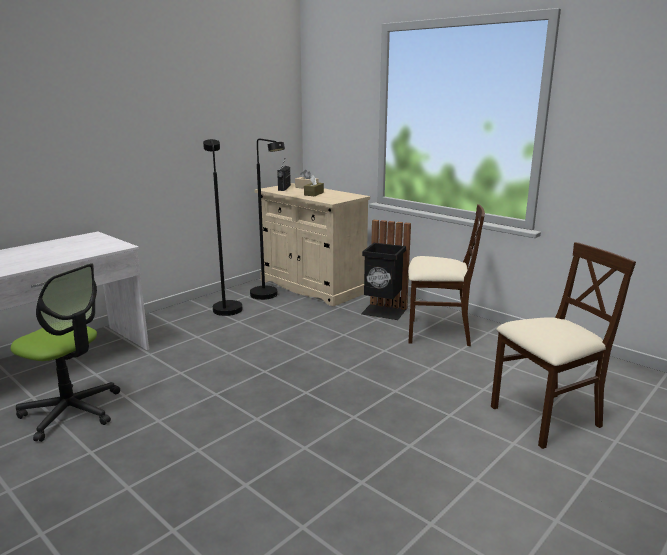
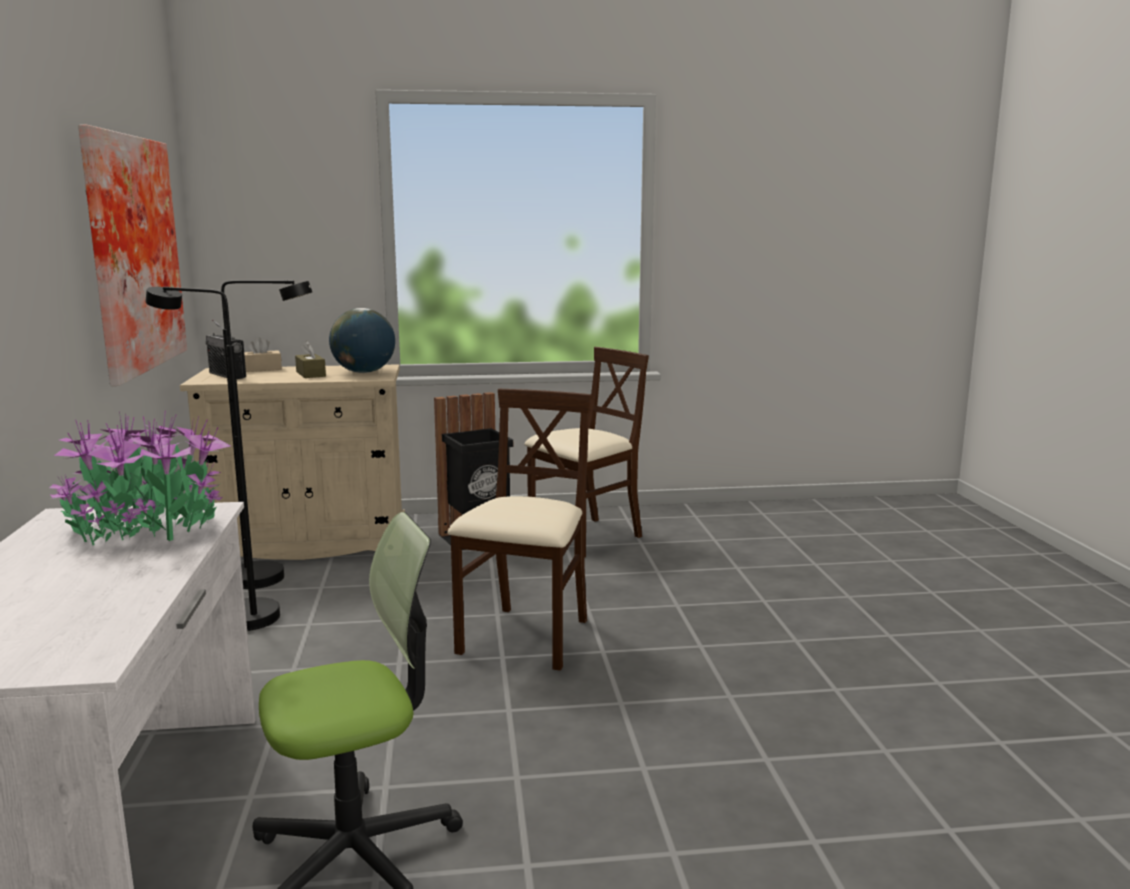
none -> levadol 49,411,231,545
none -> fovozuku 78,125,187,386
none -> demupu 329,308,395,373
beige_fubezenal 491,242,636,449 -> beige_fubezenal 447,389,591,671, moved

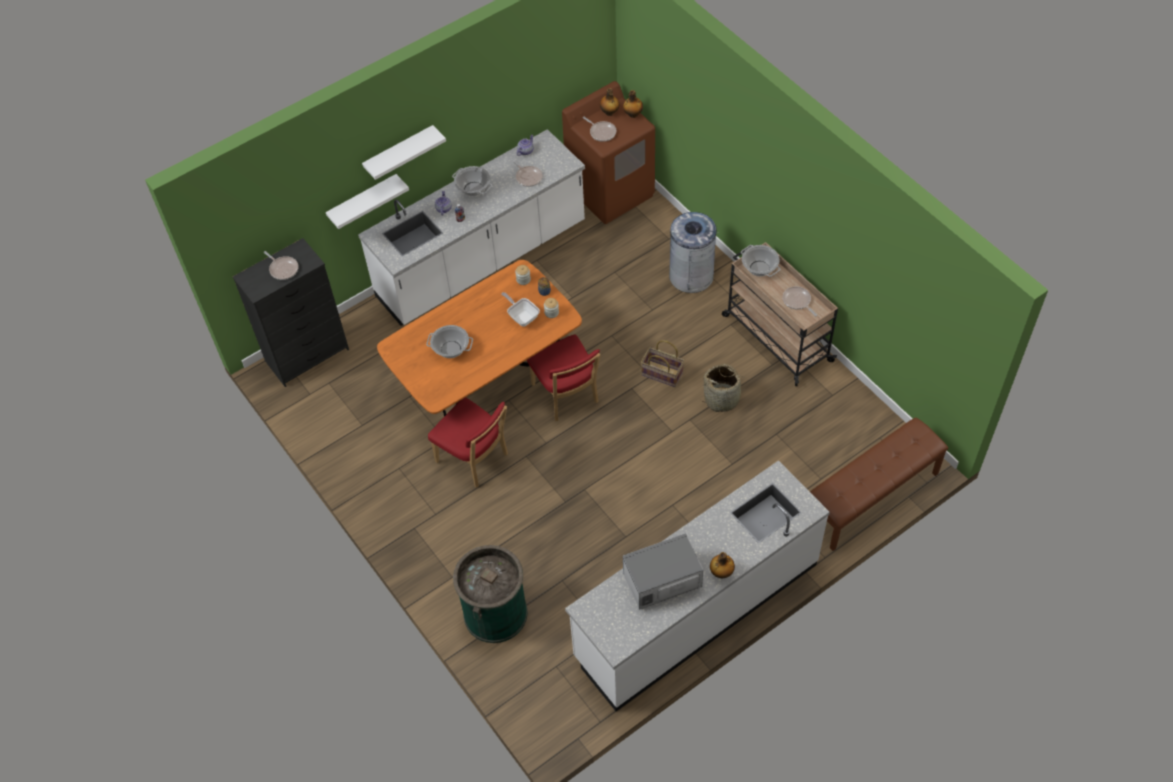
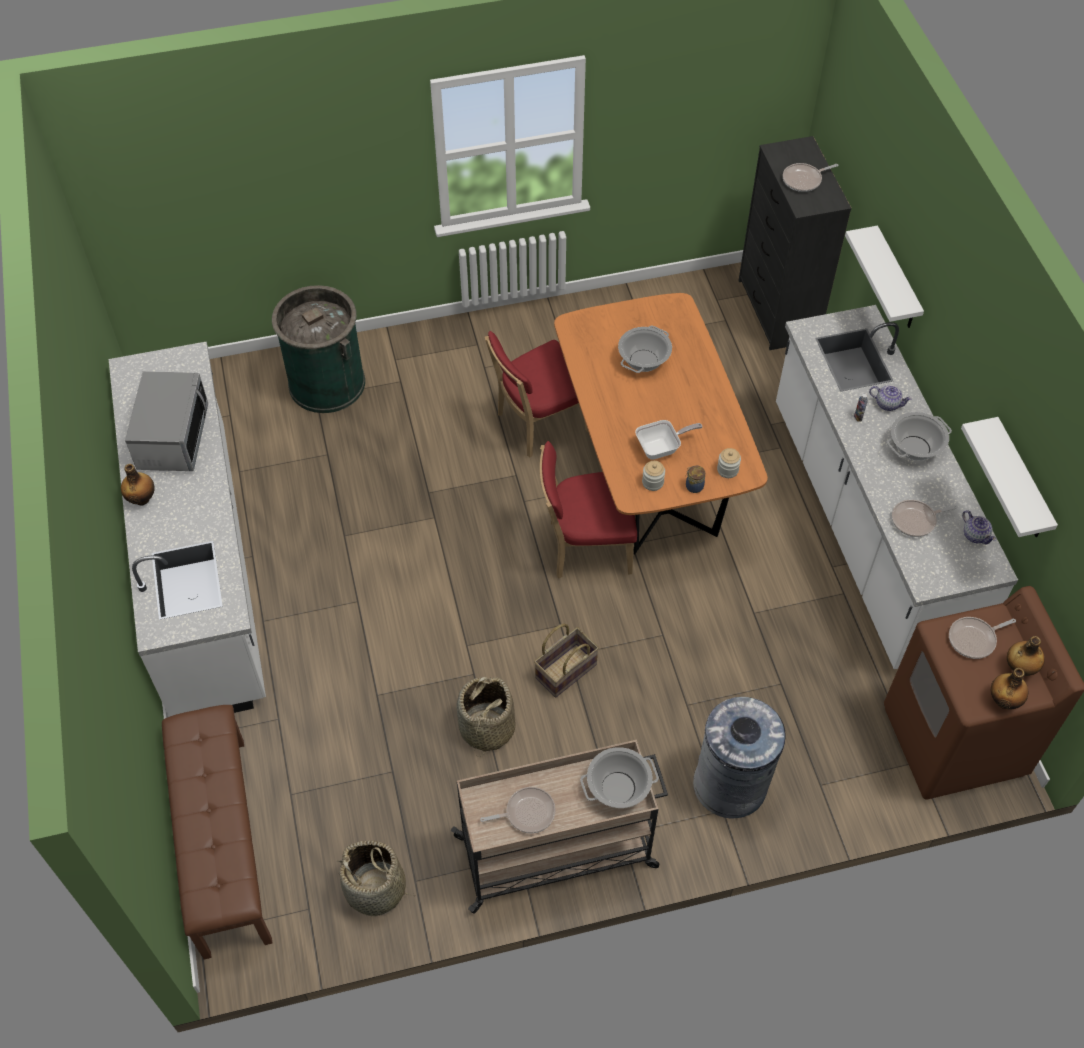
none -> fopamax 337,840,416,917
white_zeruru 362,125,446,180 -> white_zeruru 961,417,1058,537, moved

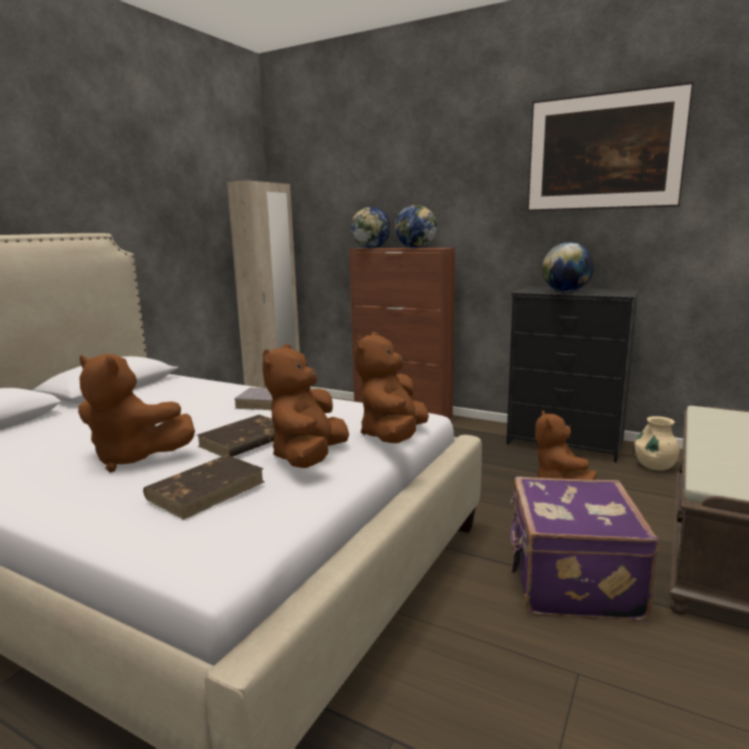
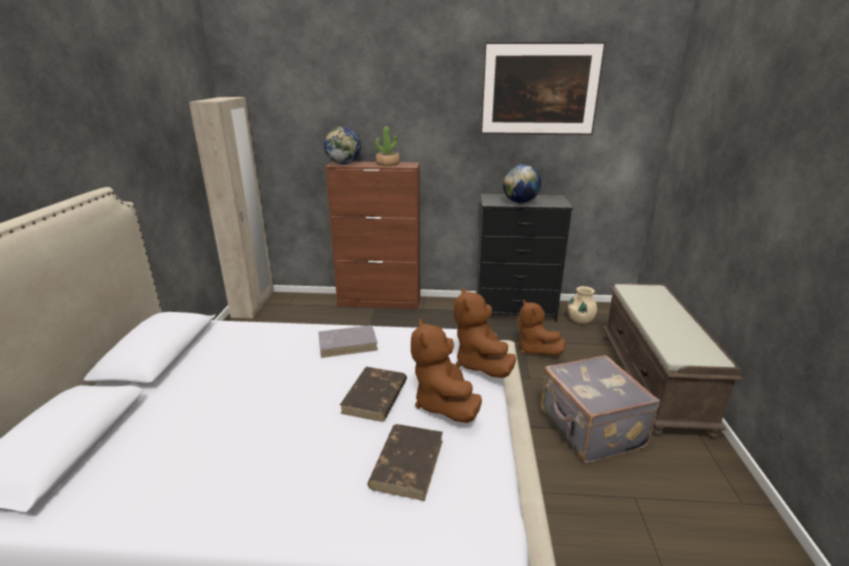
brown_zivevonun 78,354,195,472 -> none
demupu 395,205,437,248 -> levadol 375,126,400,166
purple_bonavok 510,477,659,621 -> grey_bonavok 541,355,660,463

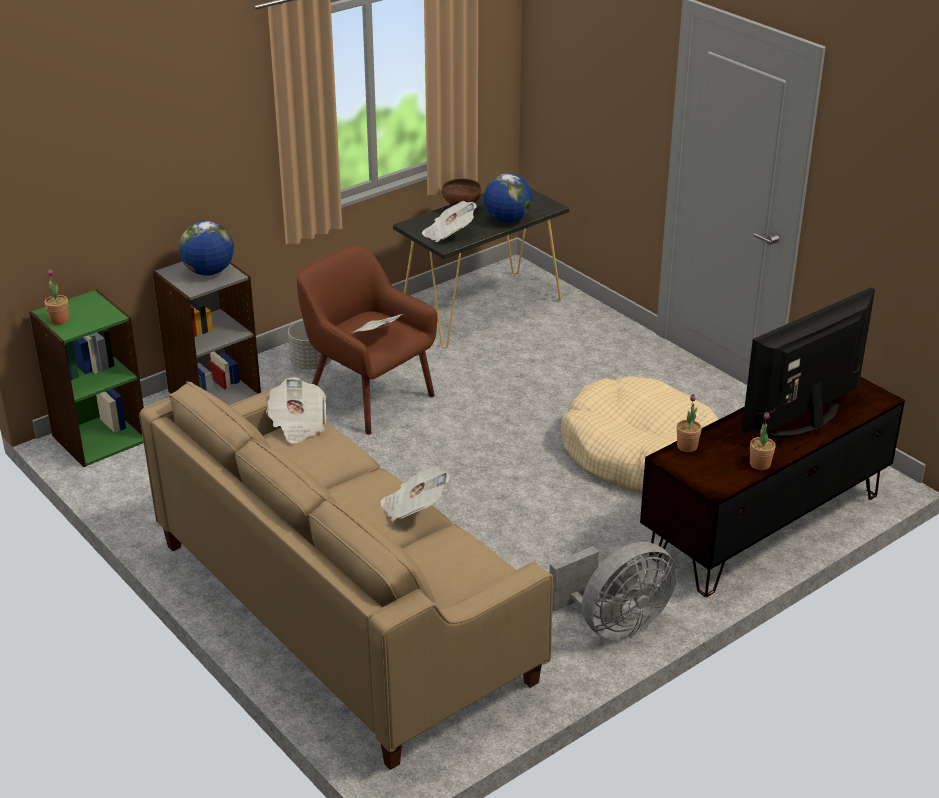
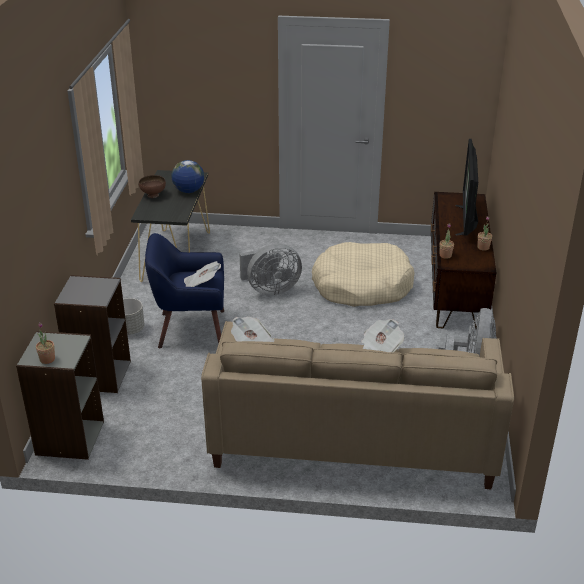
demupu 179,221,234,276 -> none
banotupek 422,201,477,242 -> none
none -> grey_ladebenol 240,244,302,296
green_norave 29,289,144,467 -> grey_norave 16,331,104,460
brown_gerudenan 297,245,437,435 -> blue_gerudenan 145,233,224,348

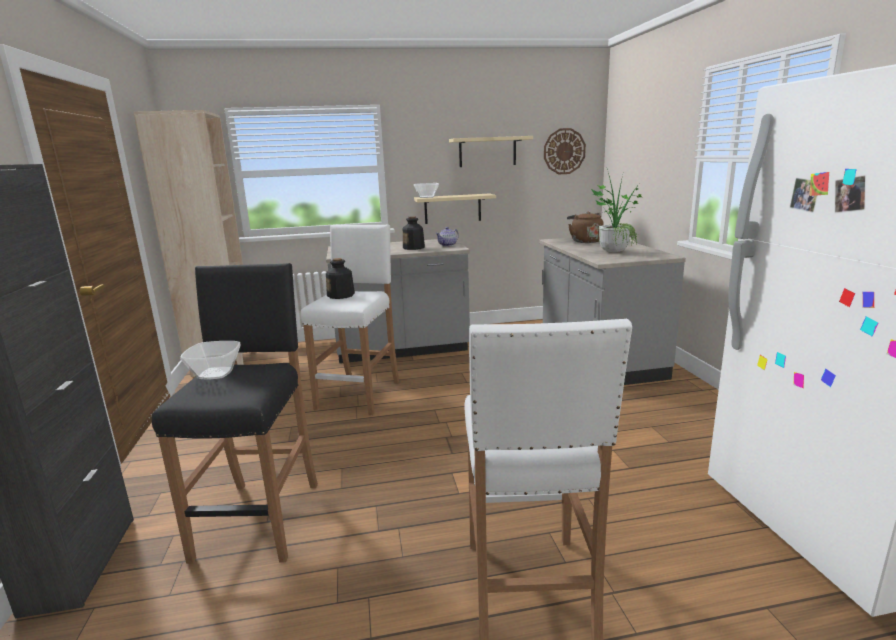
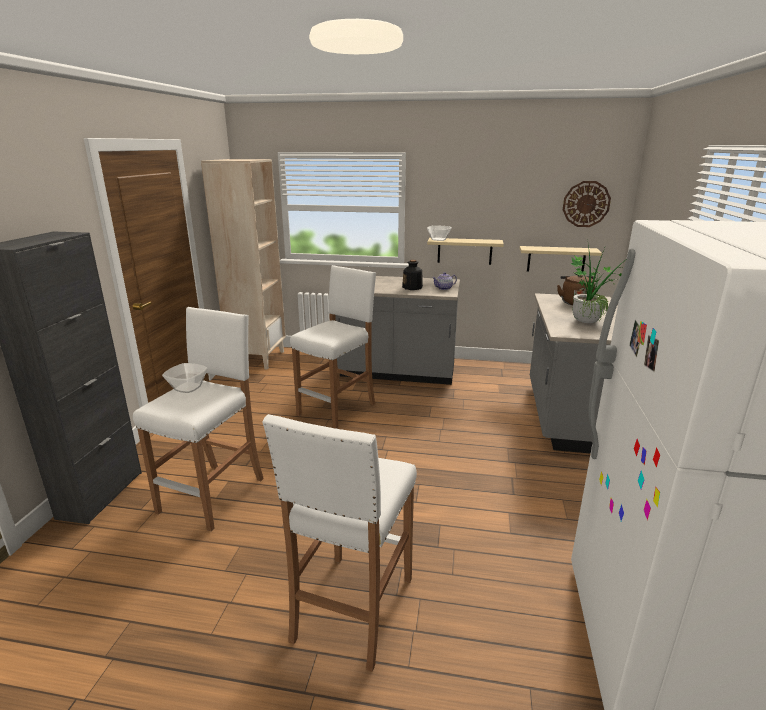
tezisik 326,258,355,299 -> none
beige_zeruru 449,136,533,167 -> beige_zeruru 520,246,602,271, moved
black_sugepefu 152,263,318,564 -> white_sugepefu 133,307,264,532

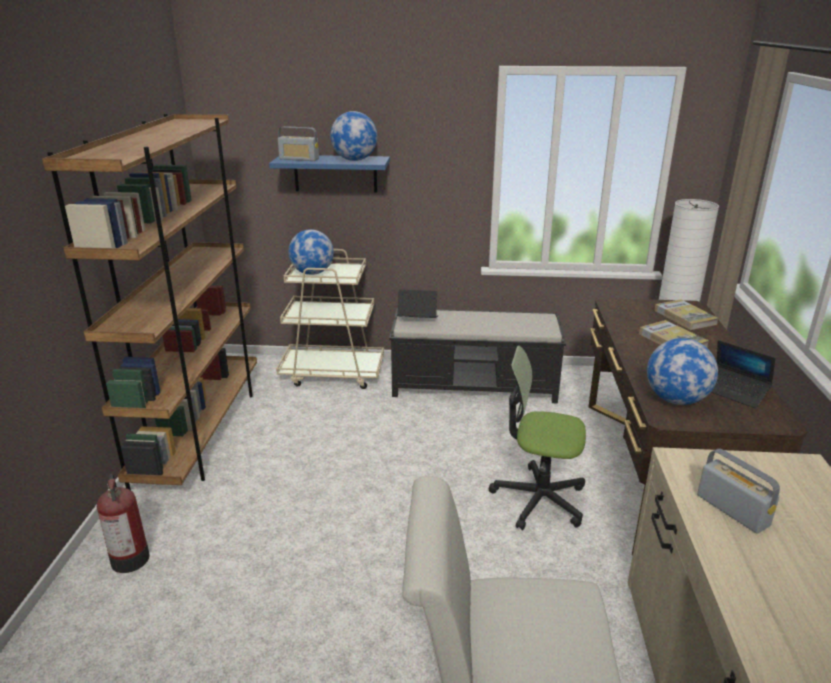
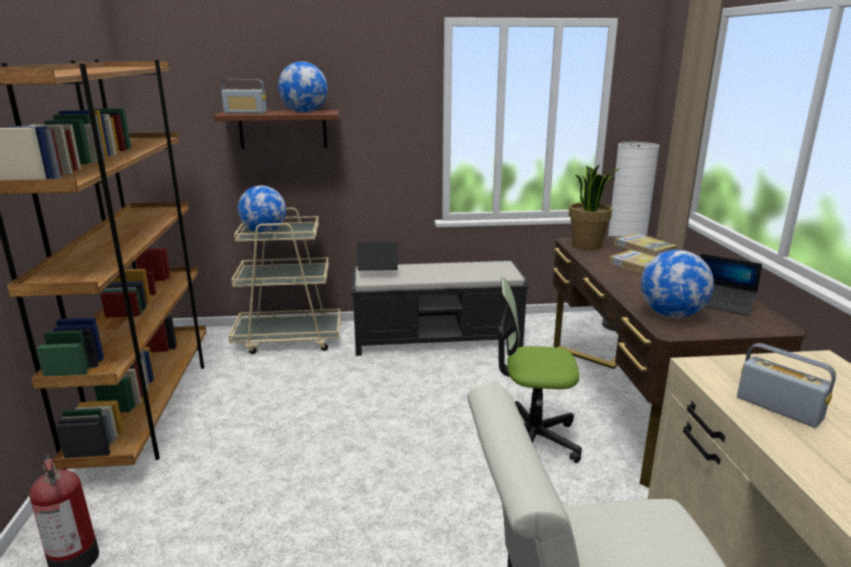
none -> levadol 569,164,619,250
blue_zeruru 269,155,390,193 -> brown_zeruru 214,110,339,149

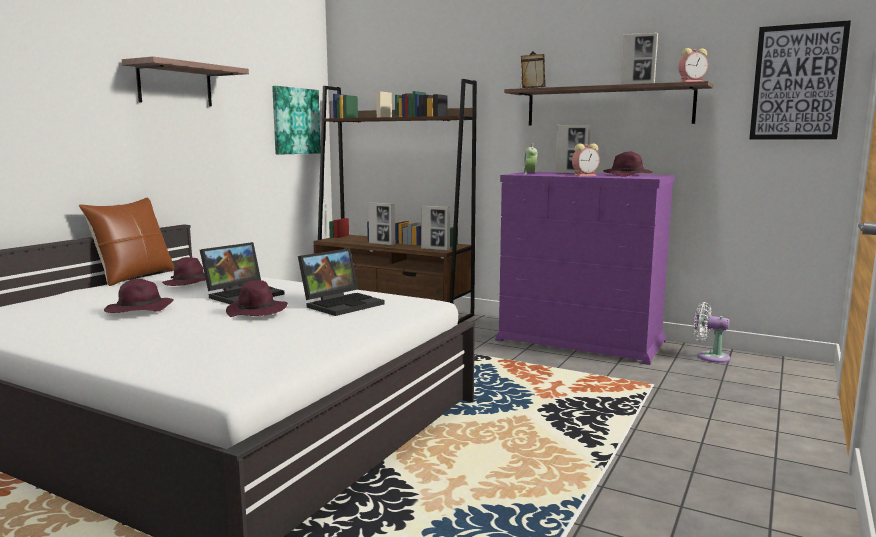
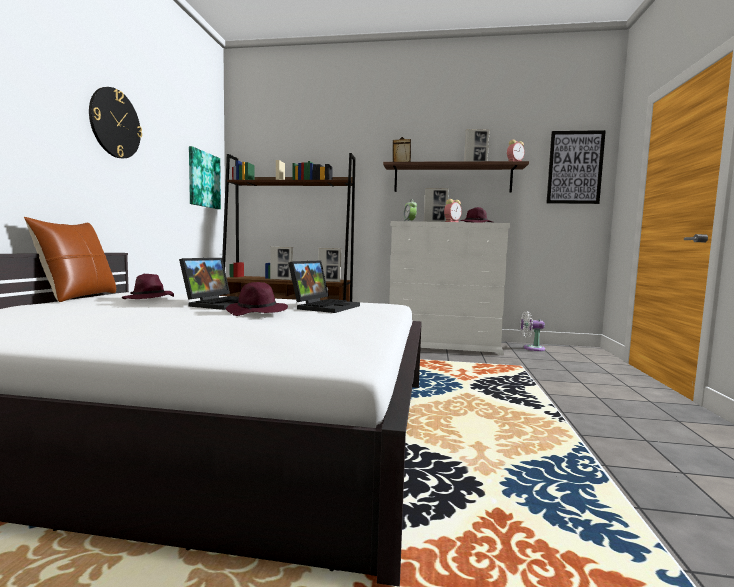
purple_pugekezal 104,279,174,313 -> none
zeruru 122,56,249,107 -> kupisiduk 89,87,142,158
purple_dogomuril 495,172,675,365 -> white_dogomuril 389,221,510,355

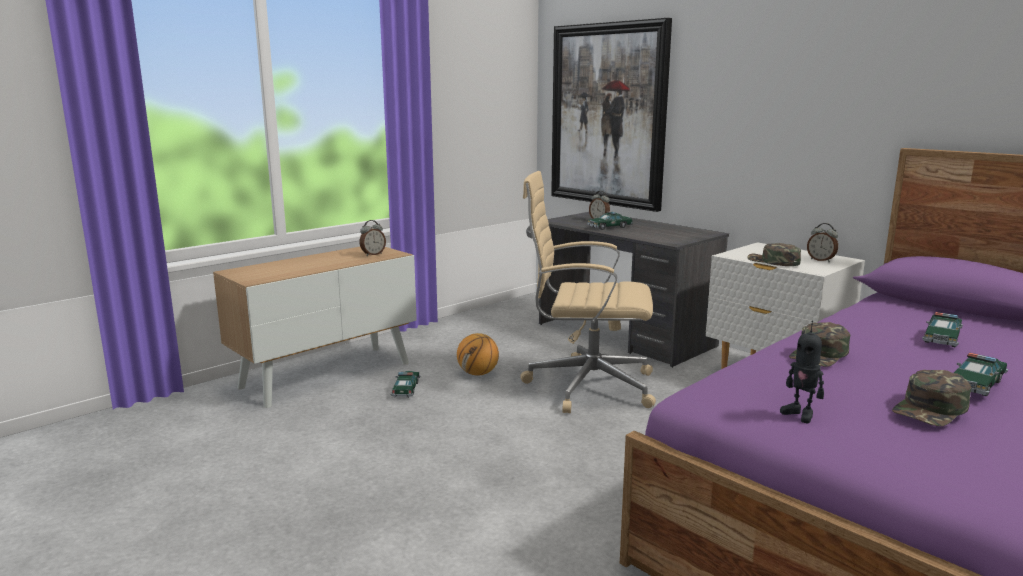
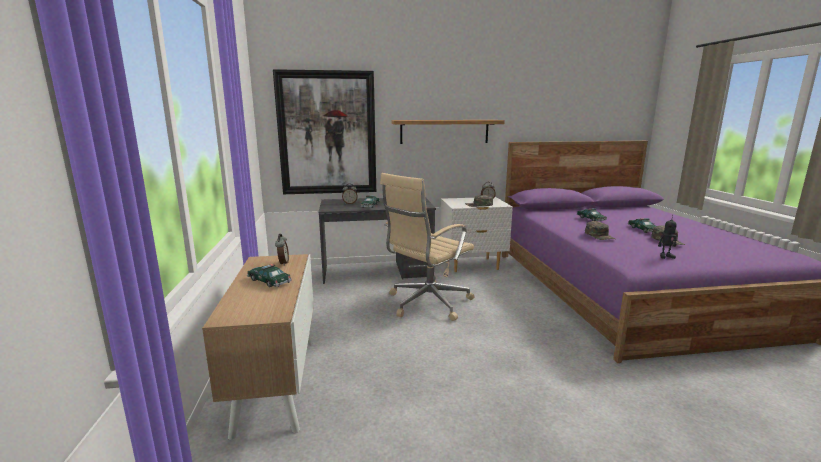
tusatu 457,333,499,376 -> none
none -> zeruru 391,120,505,144
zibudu 391,371,421,398 -> zibudu 247,264,292,287, moved

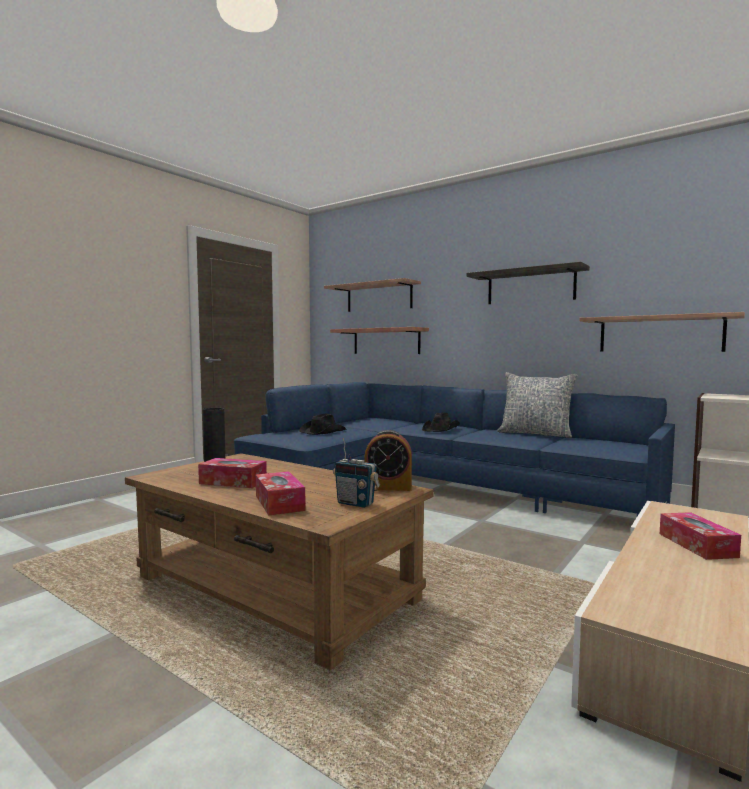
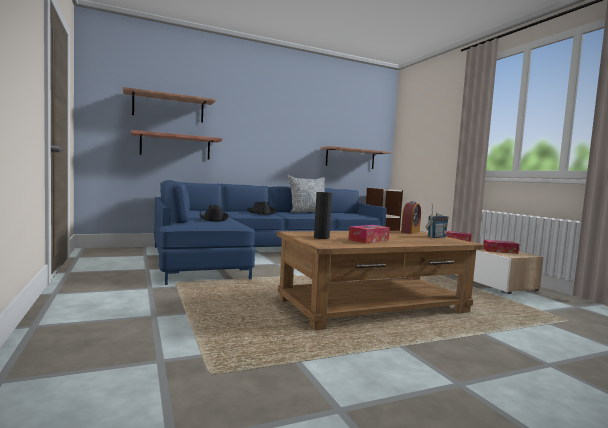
zeruru 466,262,590,304 -> none
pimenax 256,471,306,516 -> pimenax 483,240,519,254, moved

